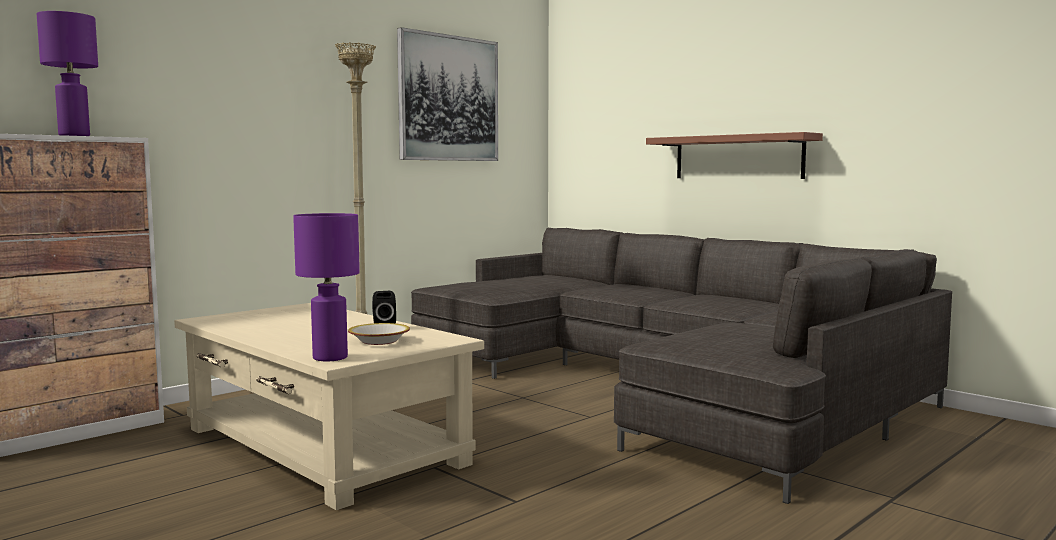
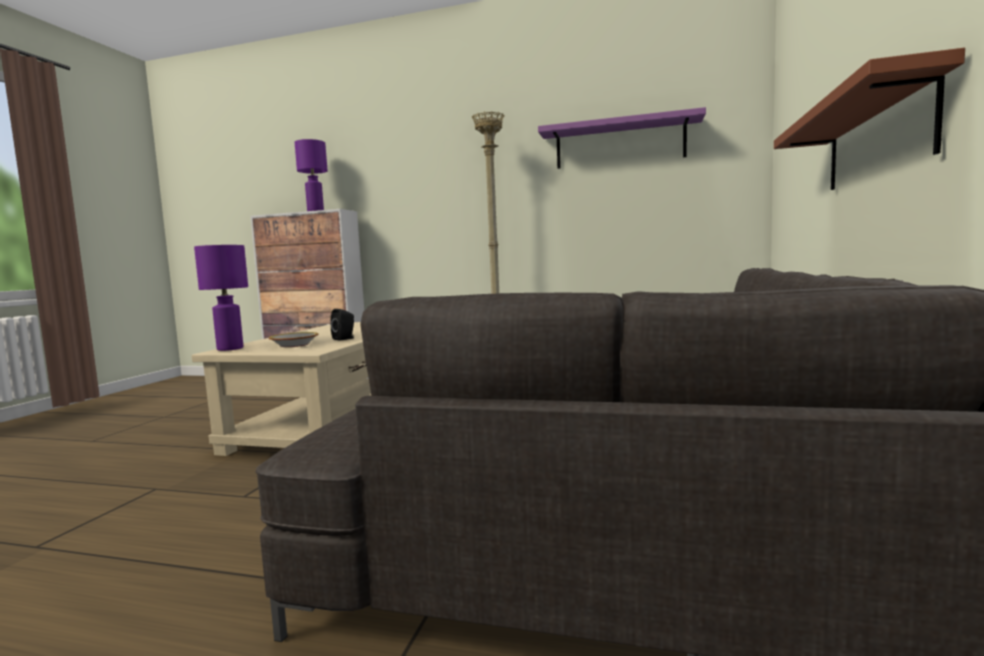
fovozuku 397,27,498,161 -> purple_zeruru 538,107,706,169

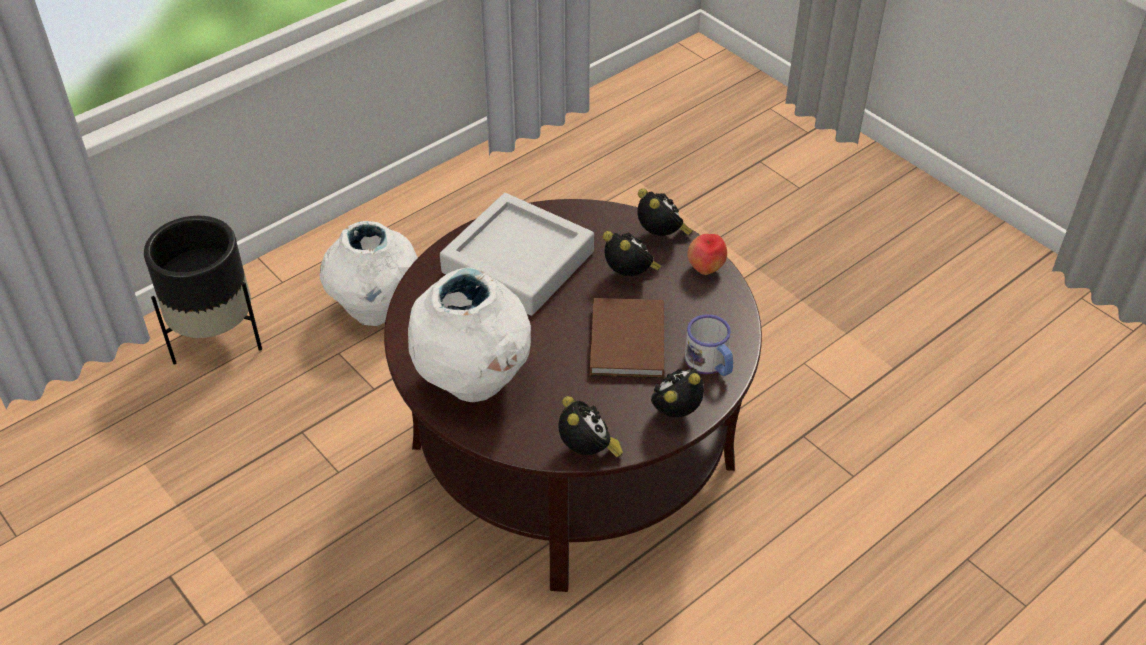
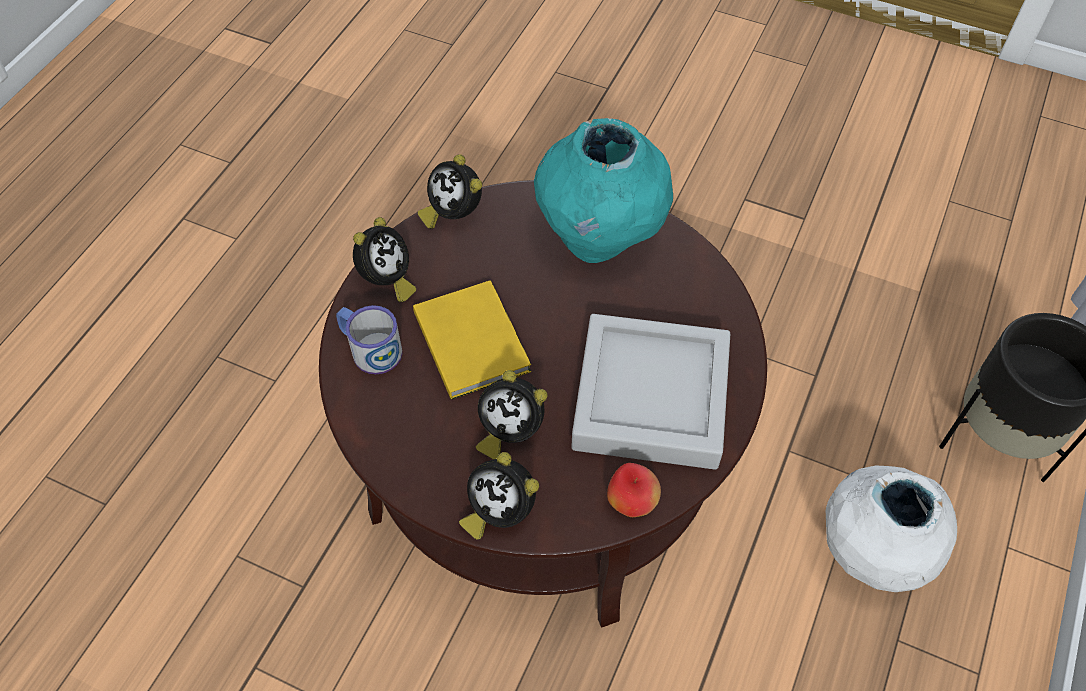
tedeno 687,234,727,275 -> tedeno 607,463,661,517, moved
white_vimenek 408,267,531,402 -> turquoise_vimenek 534,118,673,263
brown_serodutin 590,298,664,378 -> yellow_serodutin 413,280,531,400

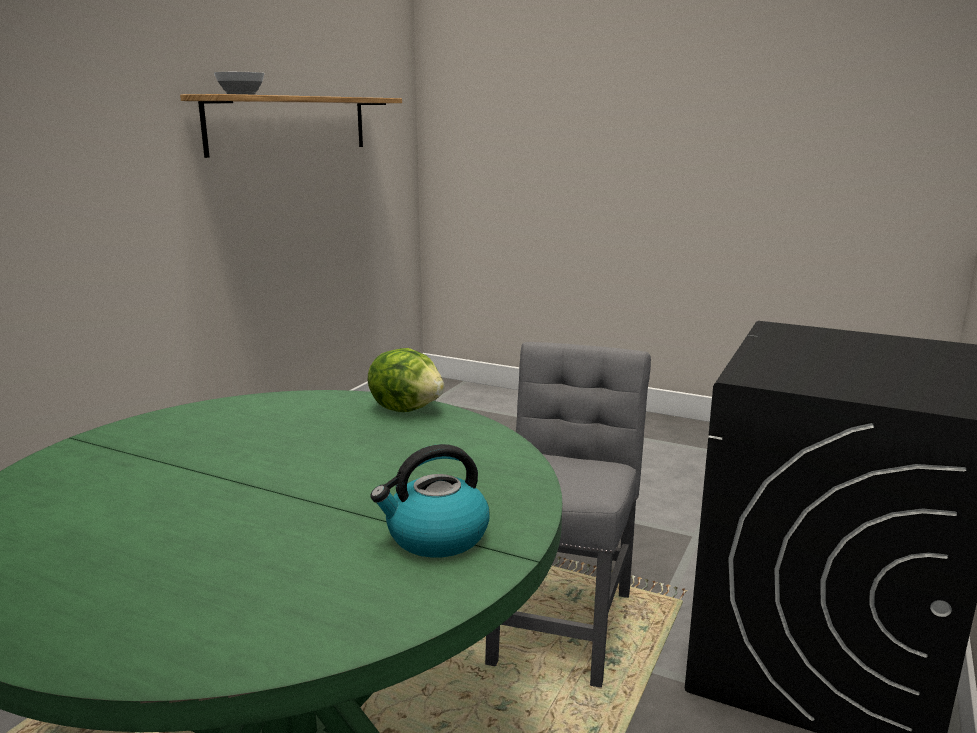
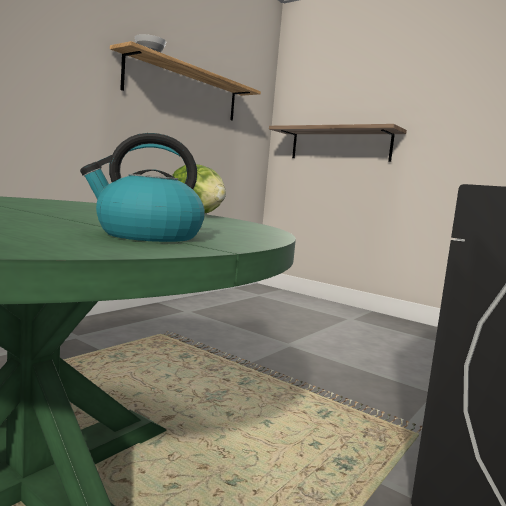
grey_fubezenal 485,342,651,688 -> none
none -> zeruru 269,124,407,162

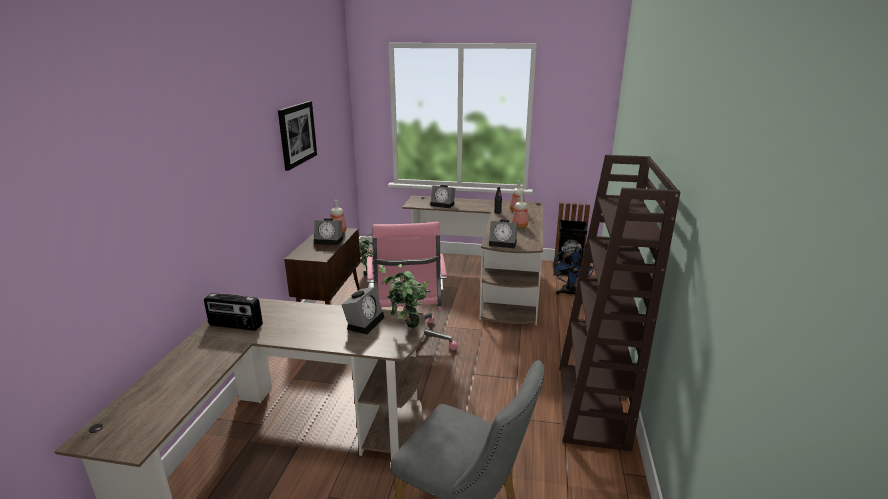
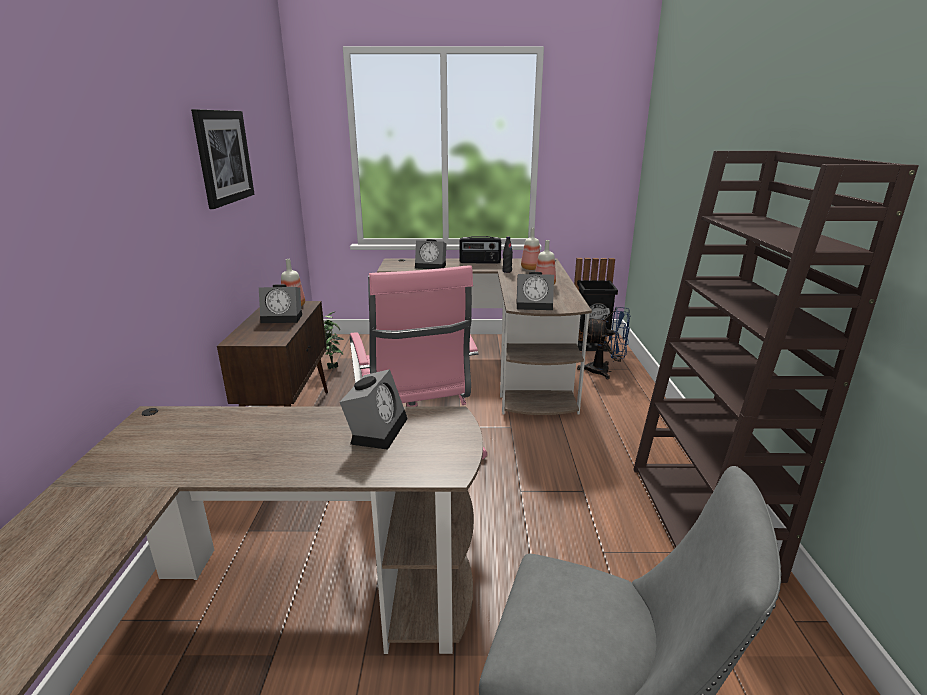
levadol 379,264,431,328 -> none
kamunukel 204,293,263,331 -> kamunukel 459,236,501,263, moved
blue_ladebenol 553,247,595,296 -> blue_ladebenol 577,307,630,379, 75 degrees counterclockwise

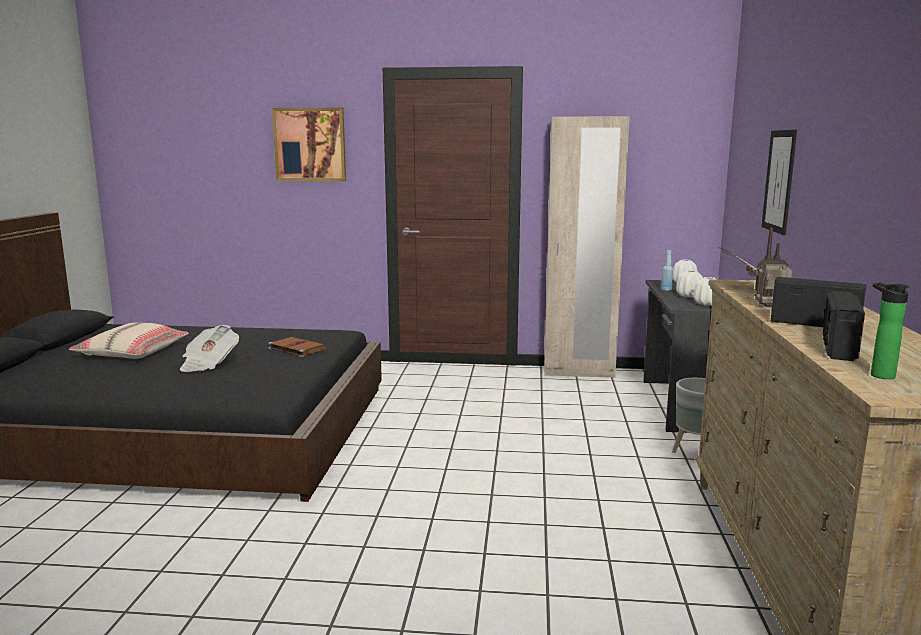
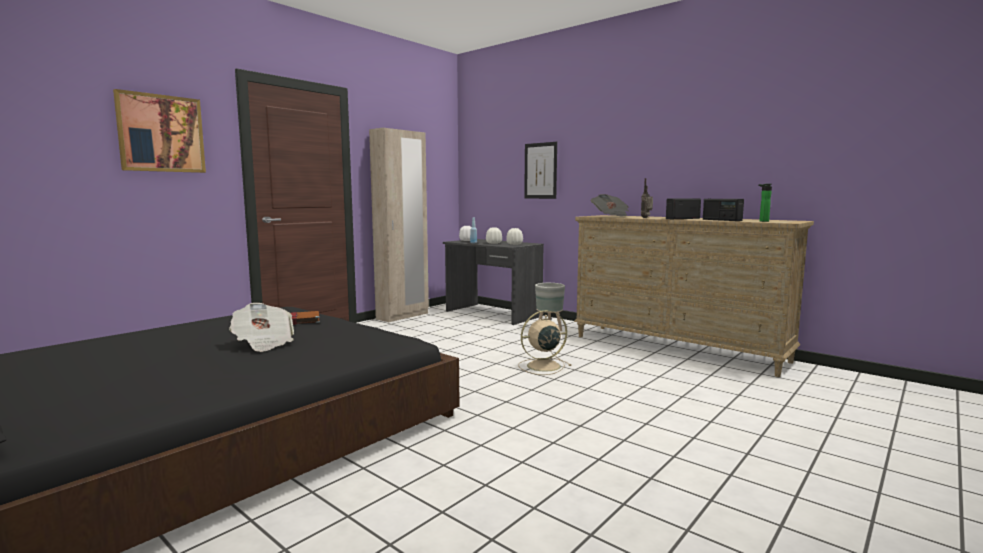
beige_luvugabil 69,323,189,359 -> none
none -> beige_ladebenol 518,310,572,375

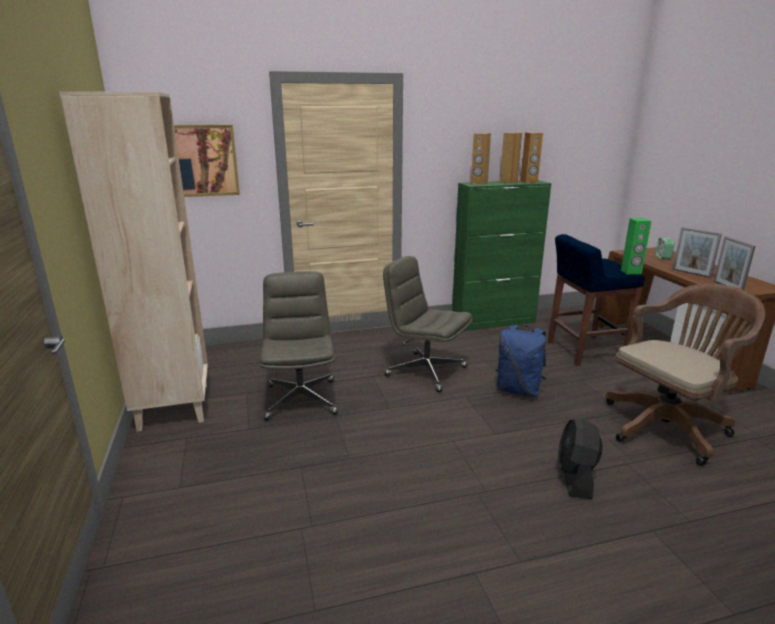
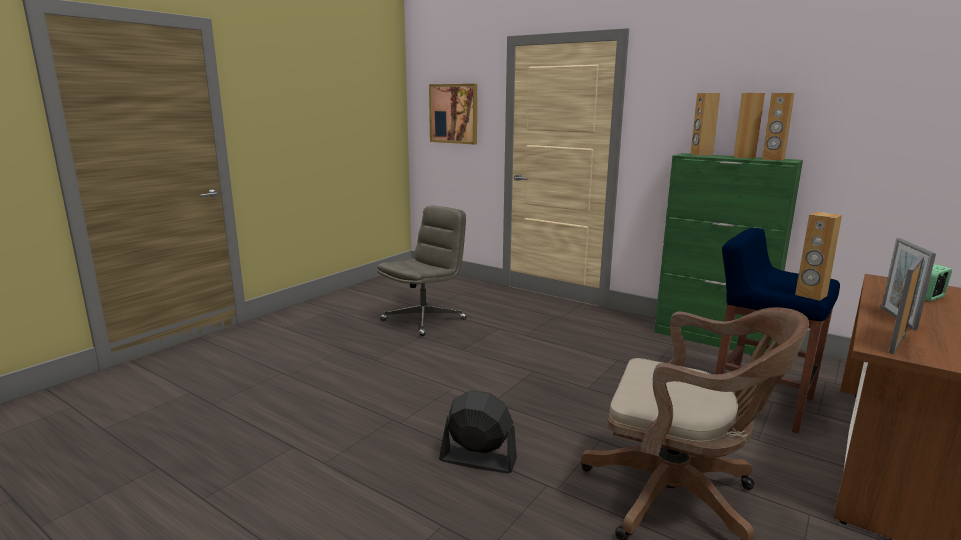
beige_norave 59,92,208,431 -> none
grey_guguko 383,256,472,392 -> none
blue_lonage 496,325,546,397 -> none
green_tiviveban 621,218,651,275 -> brown_tiviveban 795,212,842,301
black_ladebenol 558,418,603,499 -> black_ladebenol 439,390,517,473, 45 degrees clockwise

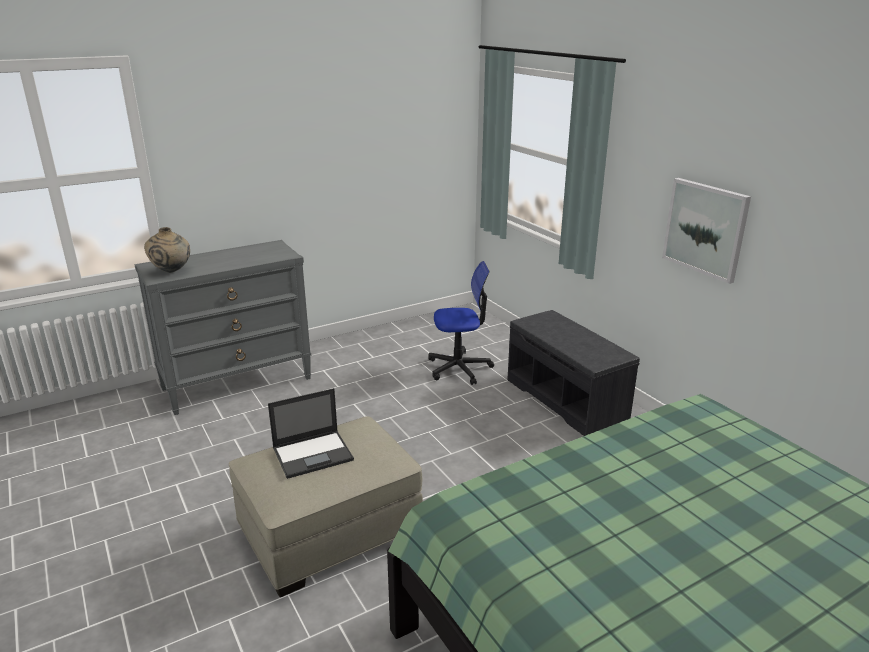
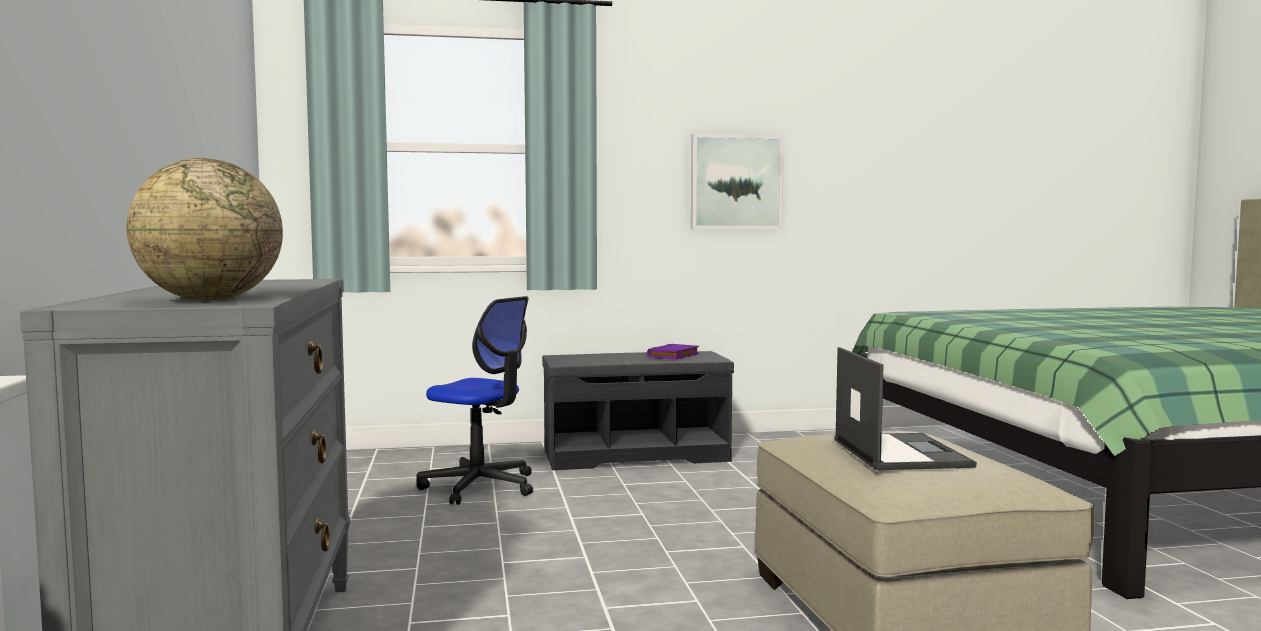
none -> purple_serodutin 647,344,699,360
beige_vimenek 144,227,190,273 -> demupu 126,158,283,301
guguko 428,261,494,385 -> guguko 417,296,533,505, 105 degrees clockwise

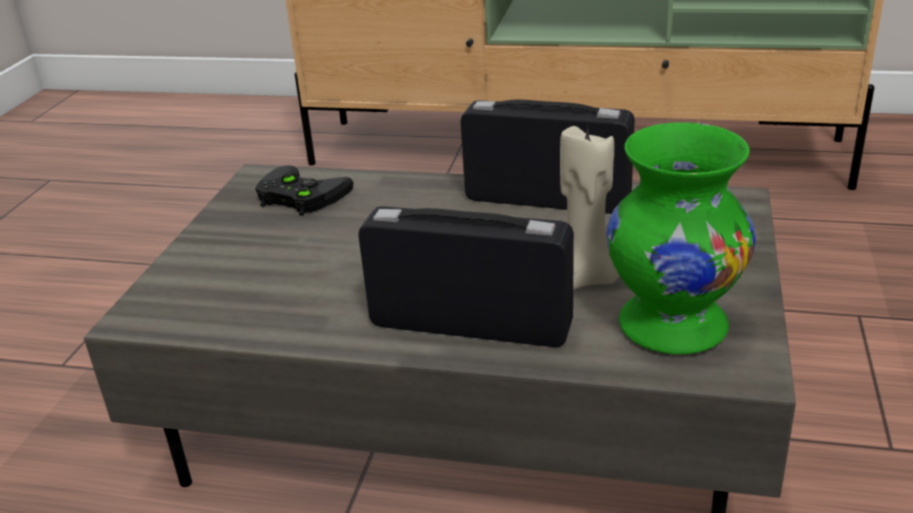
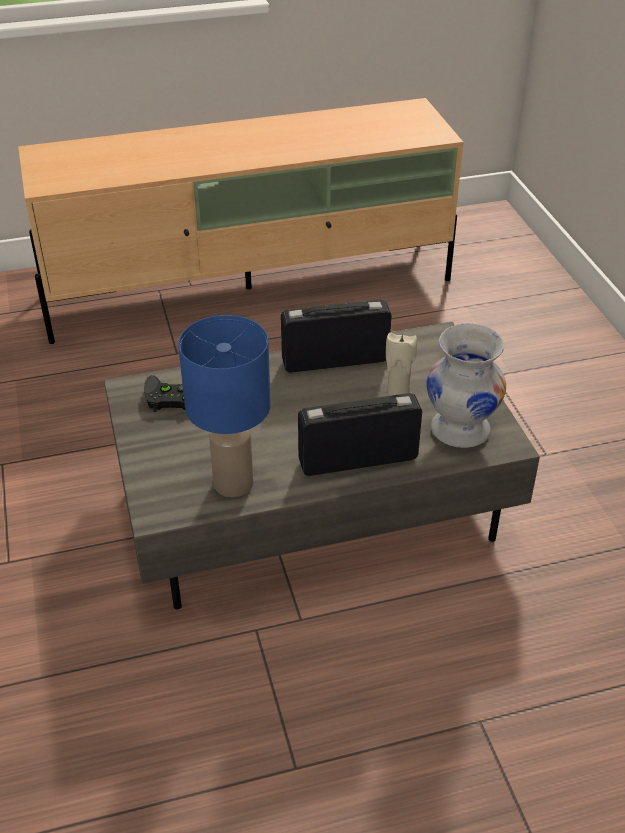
none -> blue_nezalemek 178,315,271,497
green_vimenek 606,122,756,354 -> white_vimenek 427,323,506,448

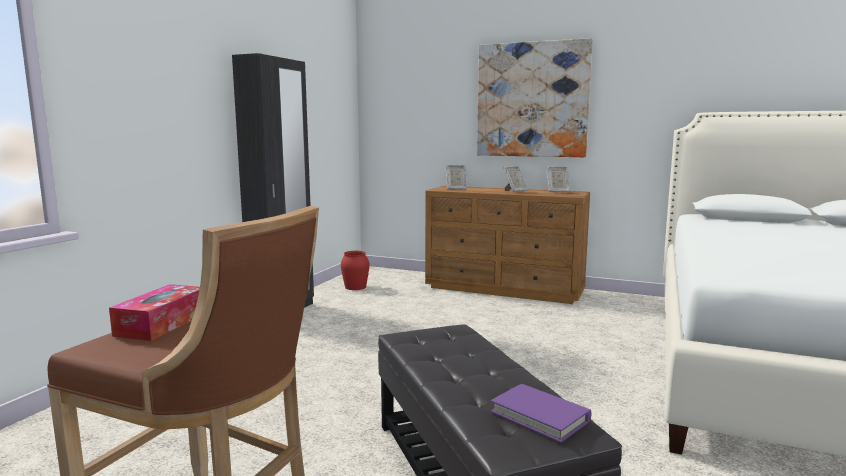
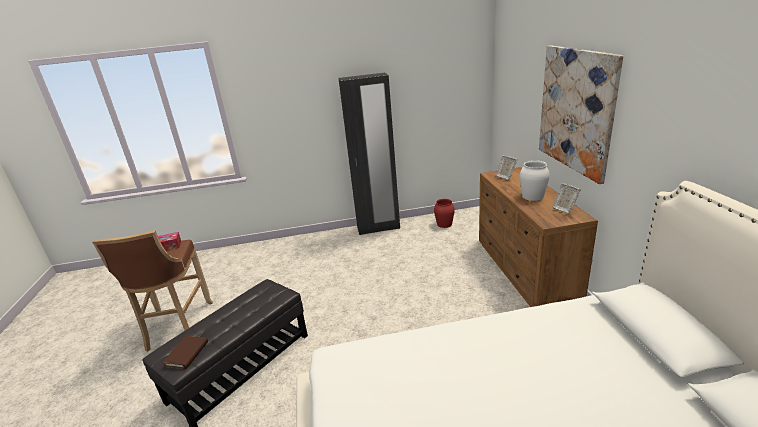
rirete 503,166,527,192 -> white_vimenek 520,160,550,201
purple_serodutin 490,384,591,443 -> brown_serodutin 162,336,208,369

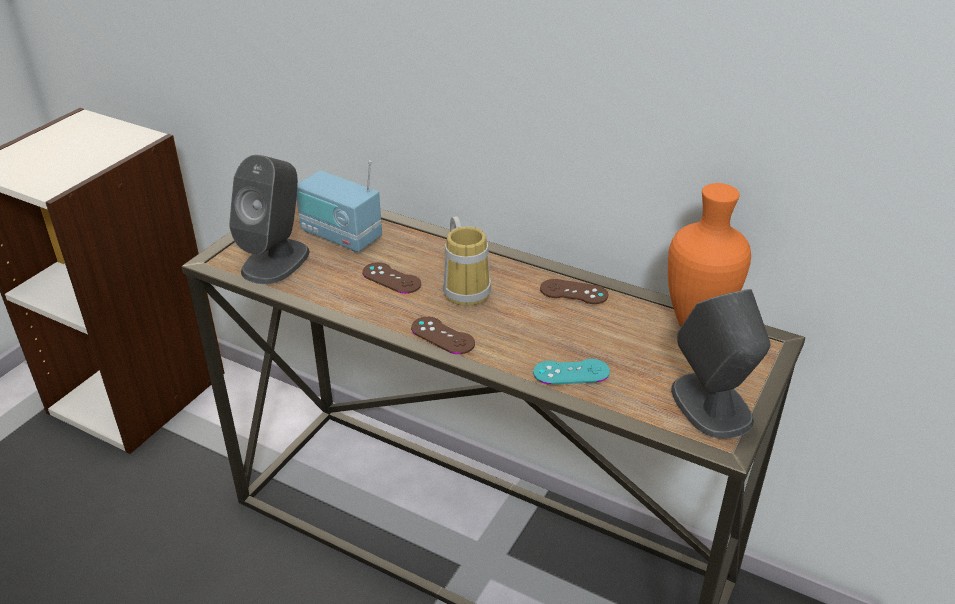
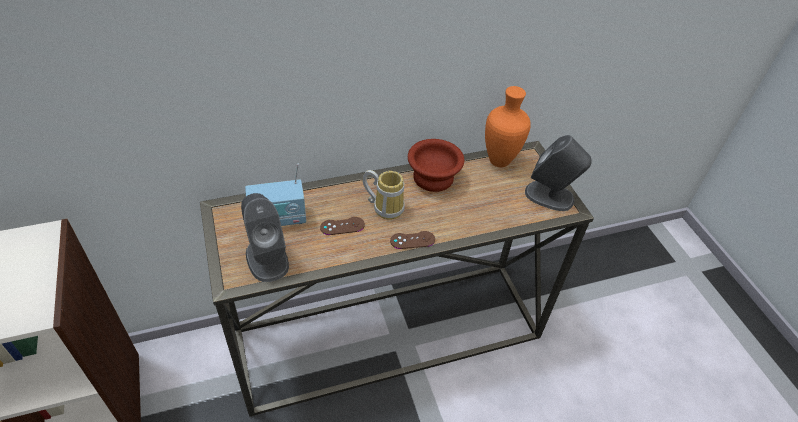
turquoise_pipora 533,359,610,385 -> none
brown_pipora 540,279,608,304 -> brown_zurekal 408,139,464,192

